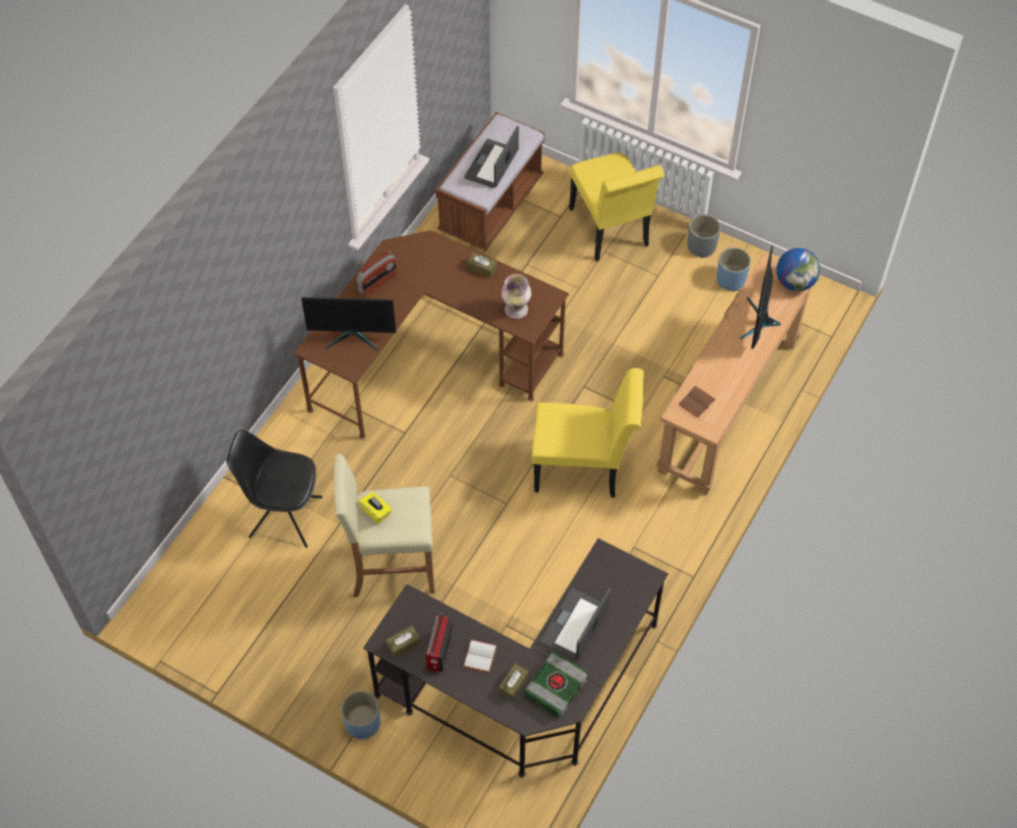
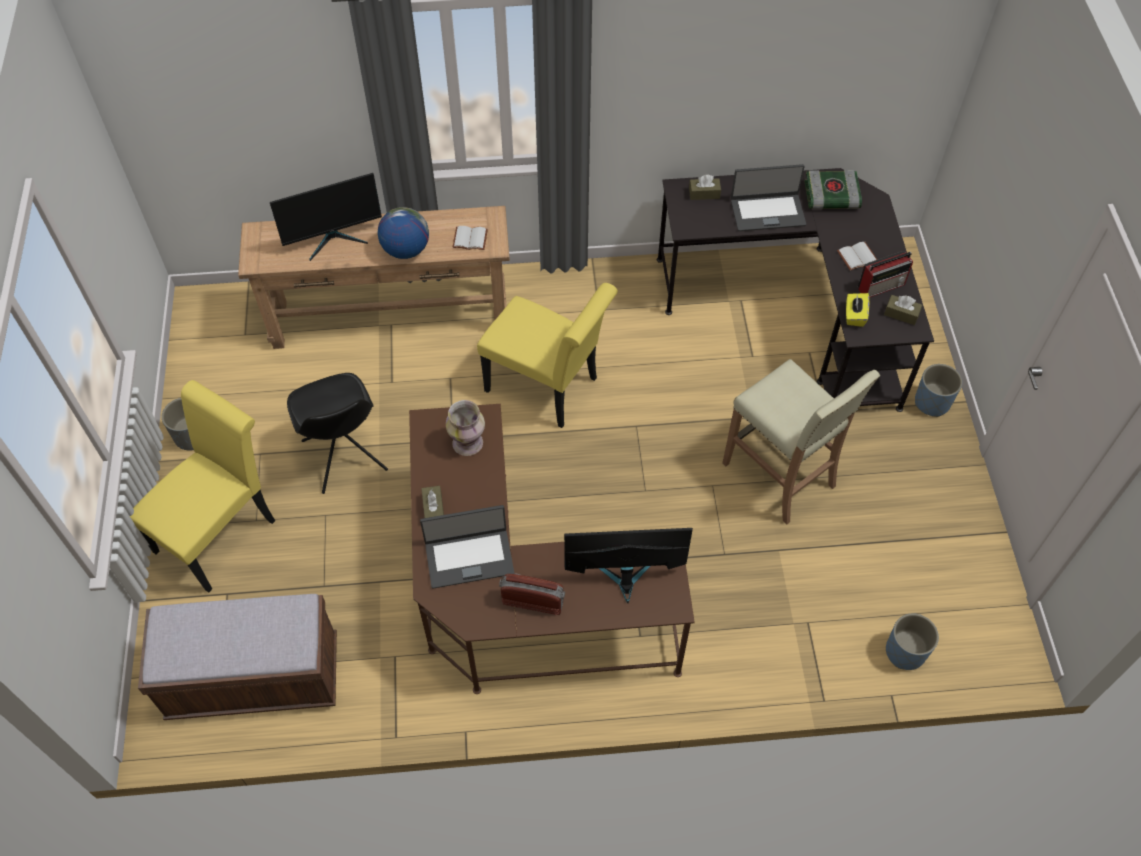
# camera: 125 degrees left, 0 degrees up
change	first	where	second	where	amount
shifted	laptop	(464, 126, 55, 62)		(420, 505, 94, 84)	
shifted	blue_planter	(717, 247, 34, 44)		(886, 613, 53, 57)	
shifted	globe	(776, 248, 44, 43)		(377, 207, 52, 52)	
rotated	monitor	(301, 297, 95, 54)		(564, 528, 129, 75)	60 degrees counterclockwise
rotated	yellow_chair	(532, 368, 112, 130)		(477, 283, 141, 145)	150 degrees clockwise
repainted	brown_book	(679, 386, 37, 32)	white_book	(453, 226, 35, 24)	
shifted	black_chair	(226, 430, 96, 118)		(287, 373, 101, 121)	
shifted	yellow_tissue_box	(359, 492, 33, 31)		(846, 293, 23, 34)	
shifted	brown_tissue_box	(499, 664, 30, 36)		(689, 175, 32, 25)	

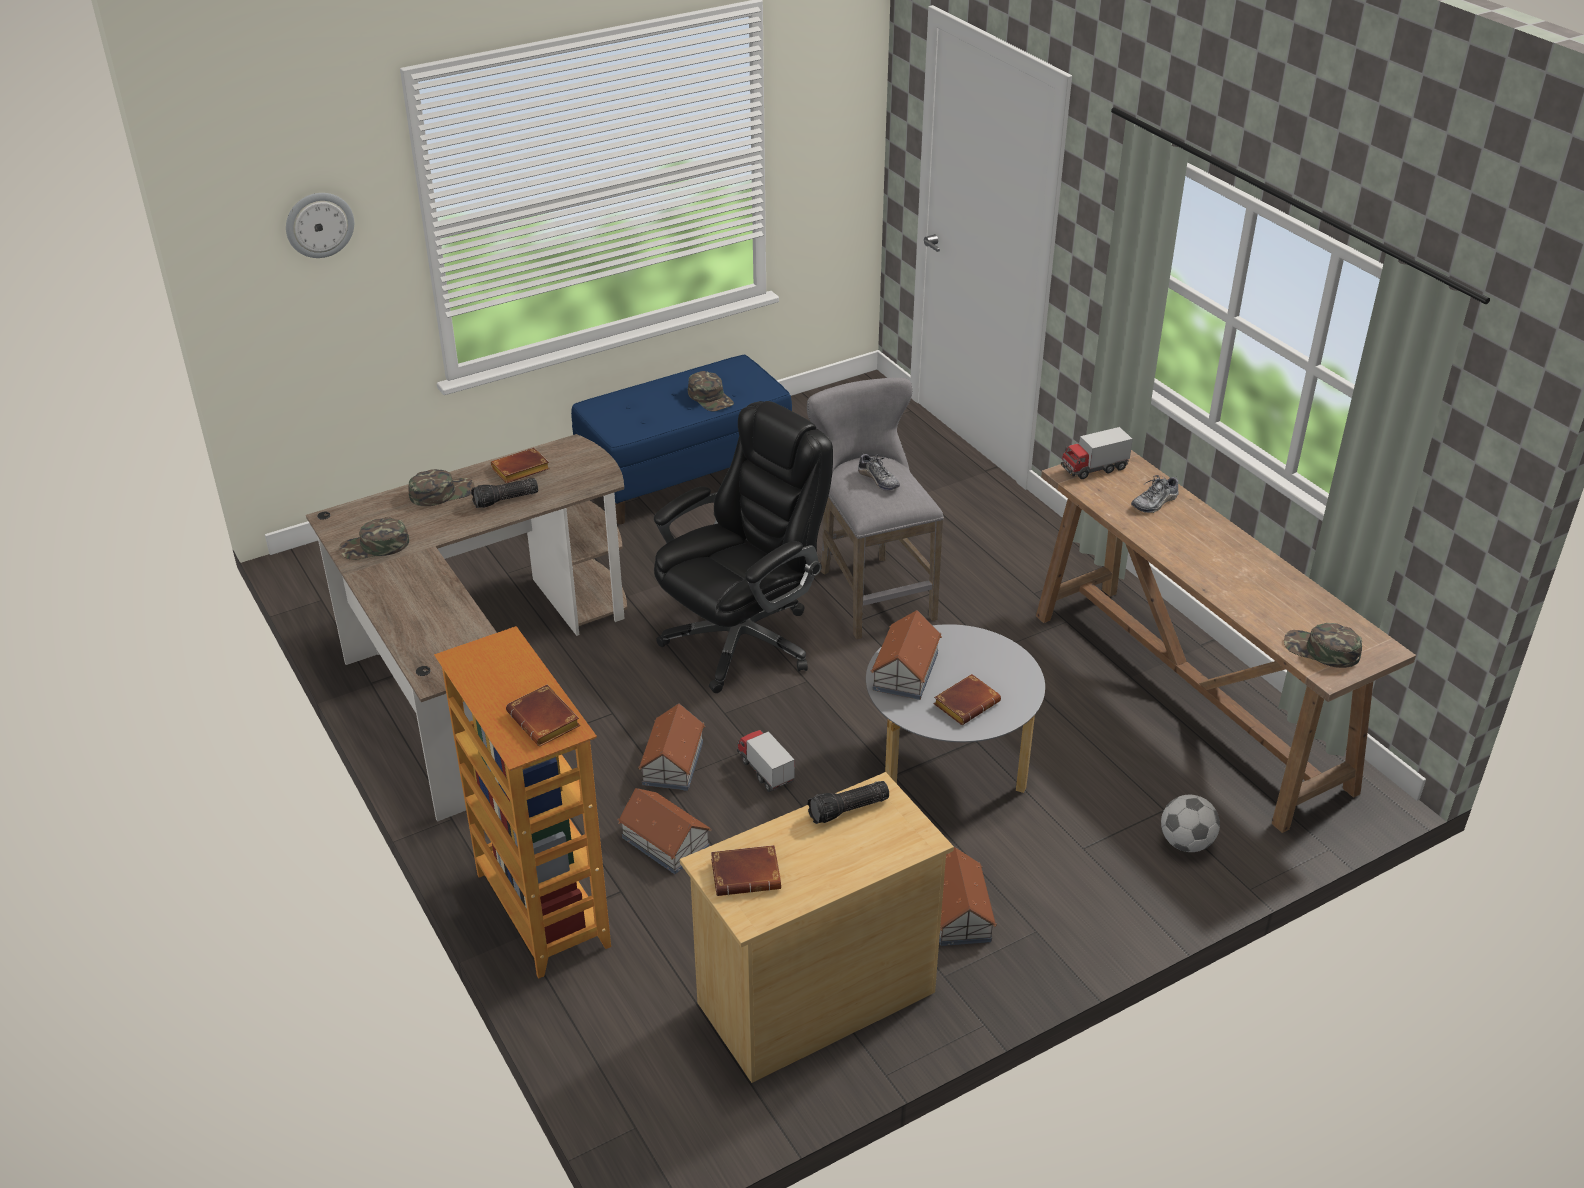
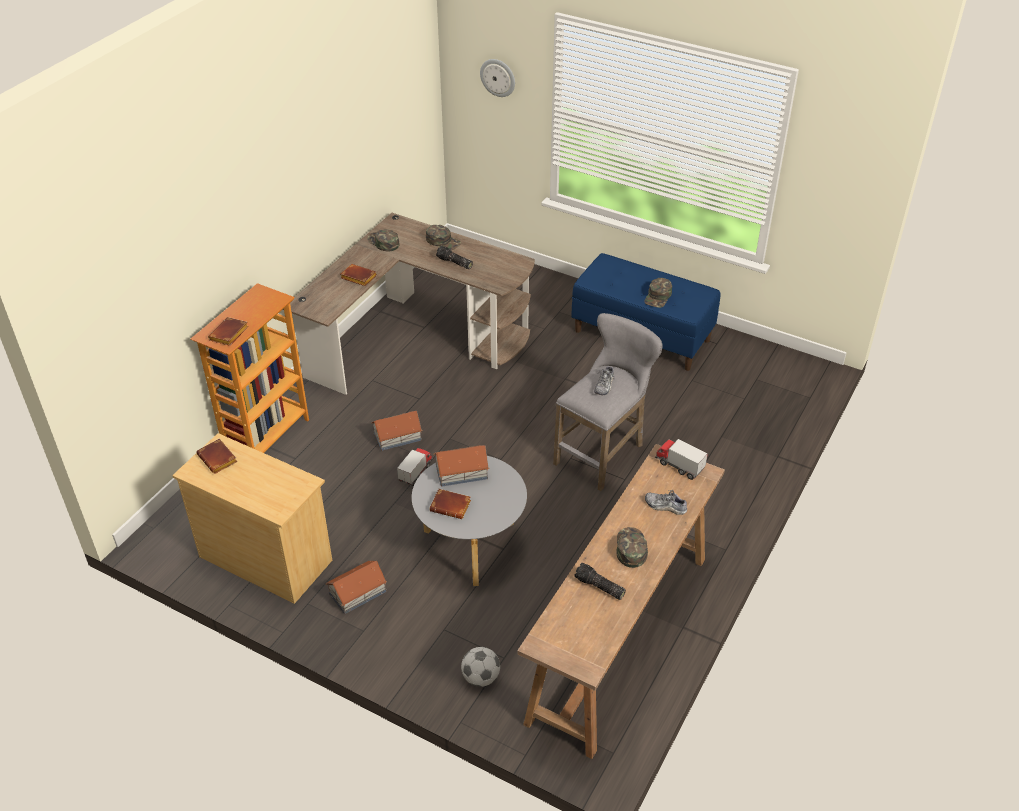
# camera: 60 degrees right, 5 degrees up
change	first	where	second	where	amount
gone	black_office_chair	(654, 401, 179, 292)			
shifted	brown_book	(491, 448, 59, 35)		(341, 264, 36, 22)	
shifted	green_cap	(1284, 623, 78, 45)		(616, 527, 32, 41)	
shifted	flashlight	(807, 781, 82, 43)		(574, 563, 52, 37)	
gone	toy_house	(617, 788, 94, 86)			

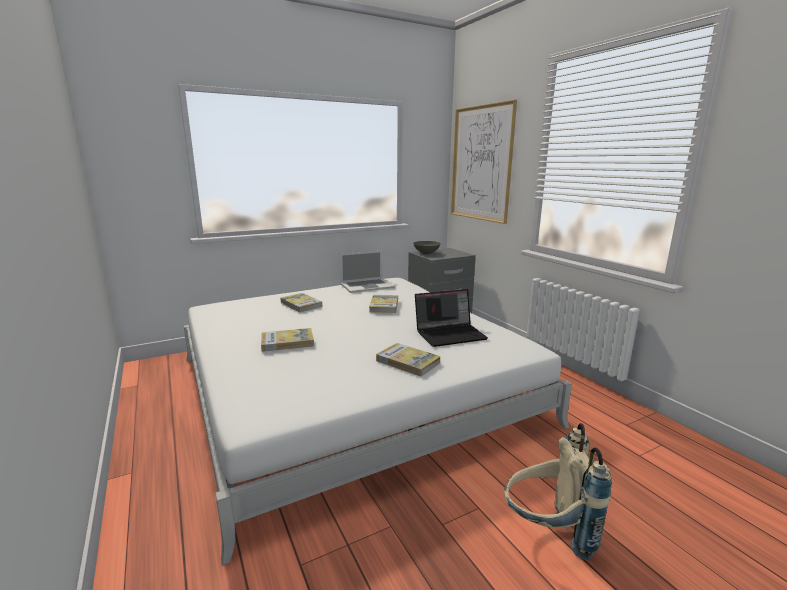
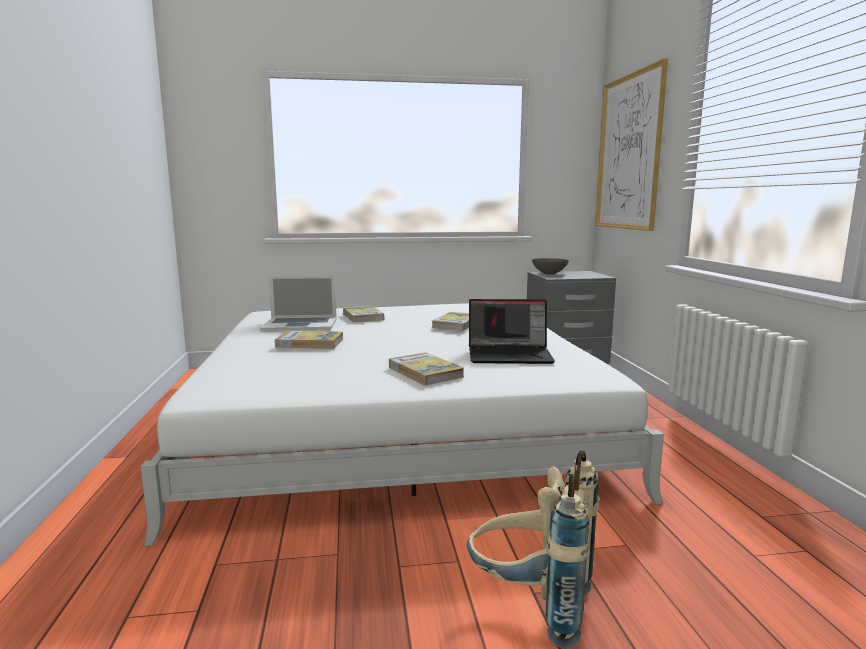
# camera: 20 degrees right, 5 degrees down
change	first	where	second	where	amount
shifted	laptop	(340, 251, 55, 42)		(260, 276, 77, 55)	

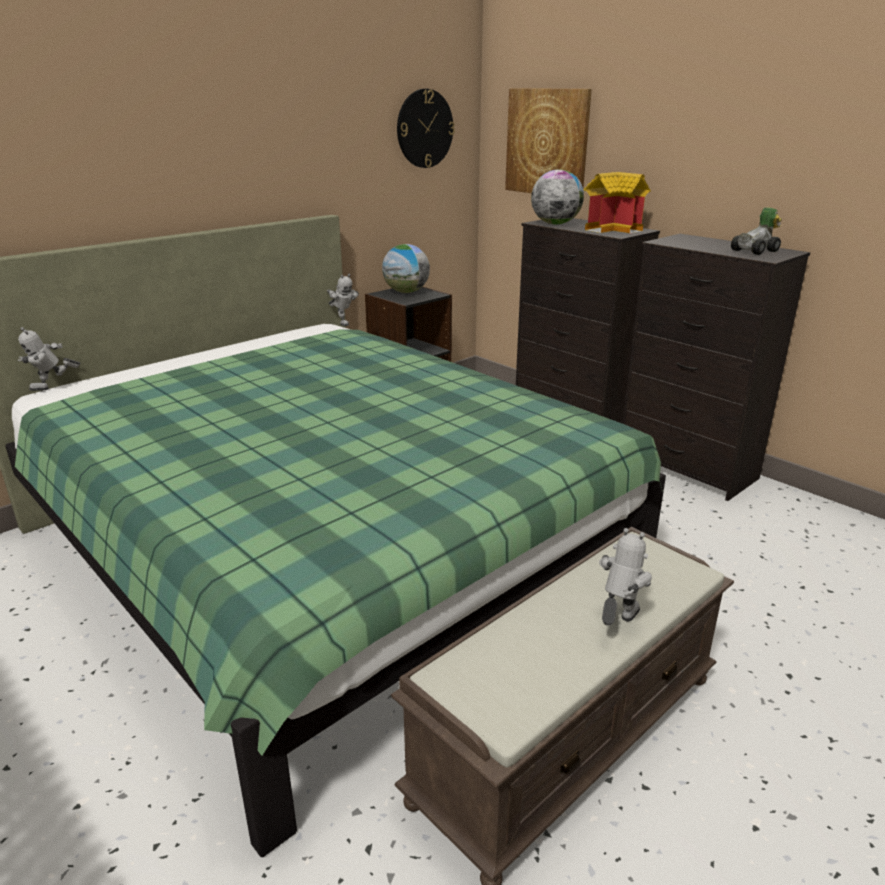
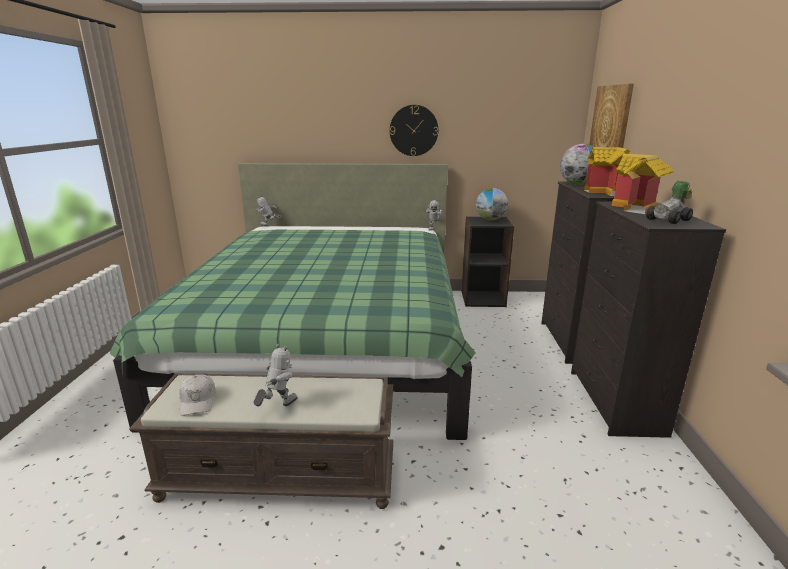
# camera: 45 degrees right, 5 degrees down
change	first	where	second	where	amount
shifted	wall_clock	(397, 89, 58, 79)		(390, 105, 48, 51)	
rotated	toy_car	(731, 207, 51, 48)		(646, 181, 47, 43)	45 degrees counterclockwise
rotated	toy_robot	(599, 528, 53, 98)		(253, 344, 45, 63)	45 degrees counterclockwise
new			toy_house	(612, 154, 62, 60)	
new			white_cap	(179, 374, 37, 42)	

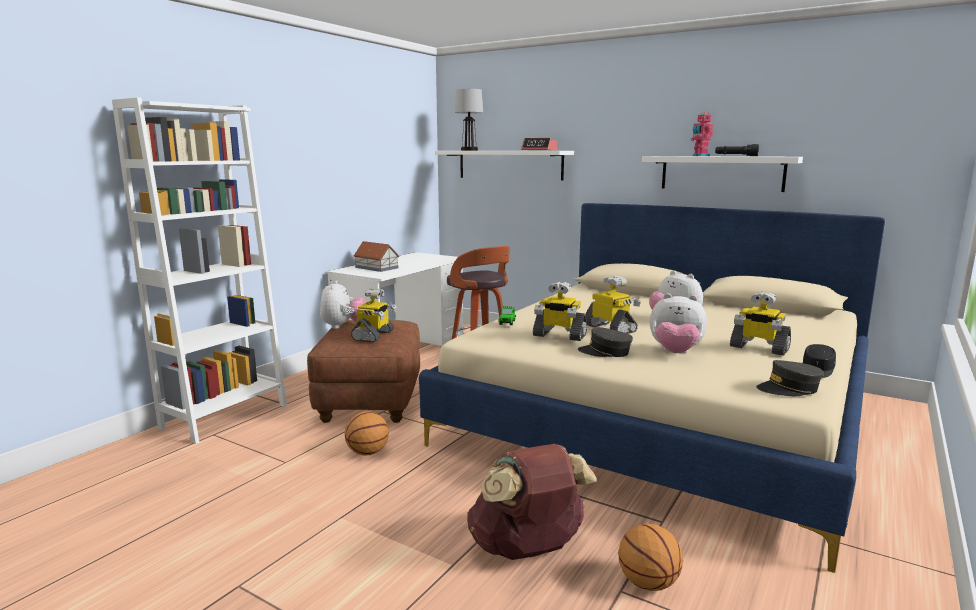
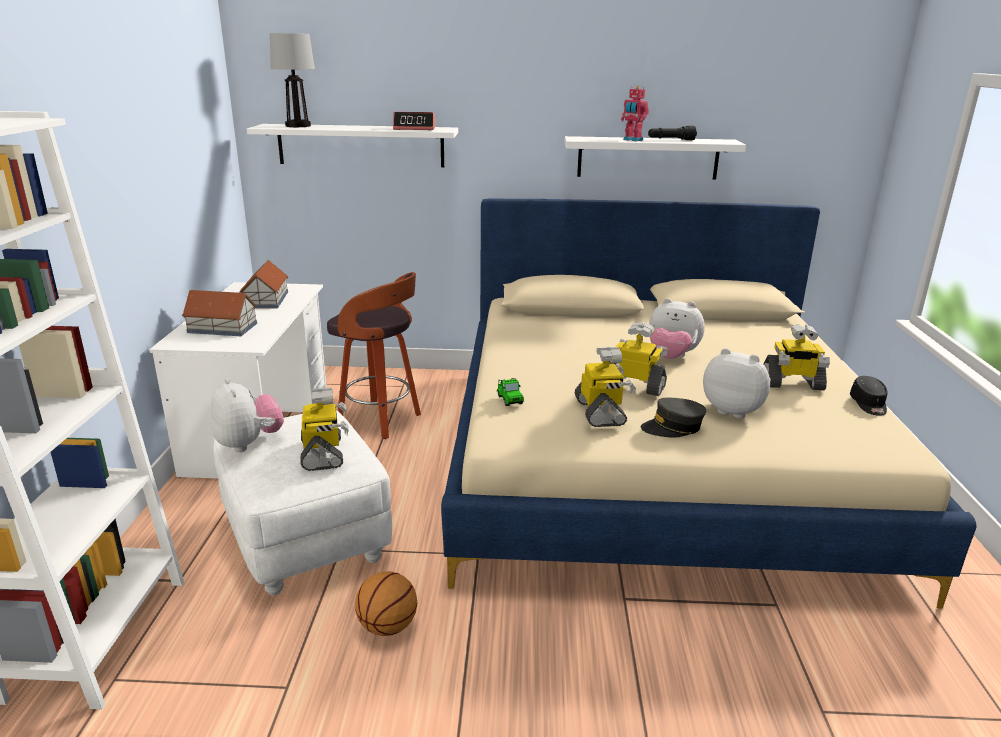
# camera: 30 degrees left, 10 degrees up
change	first	where	second	where	amount
rotated	toy_robot	(533, 281, 54, 60)		(575, 347, 61, 80)	90 degrees counterclockwise
rotated	plush_toy	(650, 293, 57, 60)		(703, 348, 68, 71)	135 degrees counterclockwise
repainted	brown_ottoman	(307, 320, 113, 103)	white_ottoman	(213, 410, 179, 186)	
gone	grey_cap	(756, 360, 68, 36)			
gone	brown_backpack	(467, 444, 130, 116)			
gone	basketball	(618, 524, 65, 67)			
new			toy_house	(239, 260, 50, 49)	

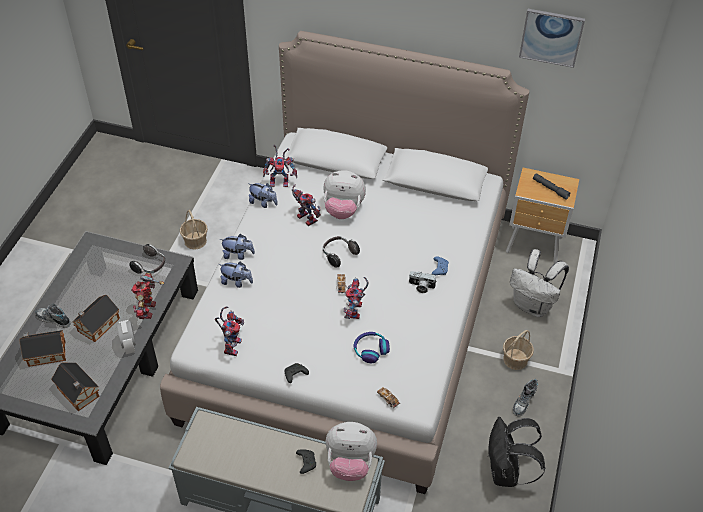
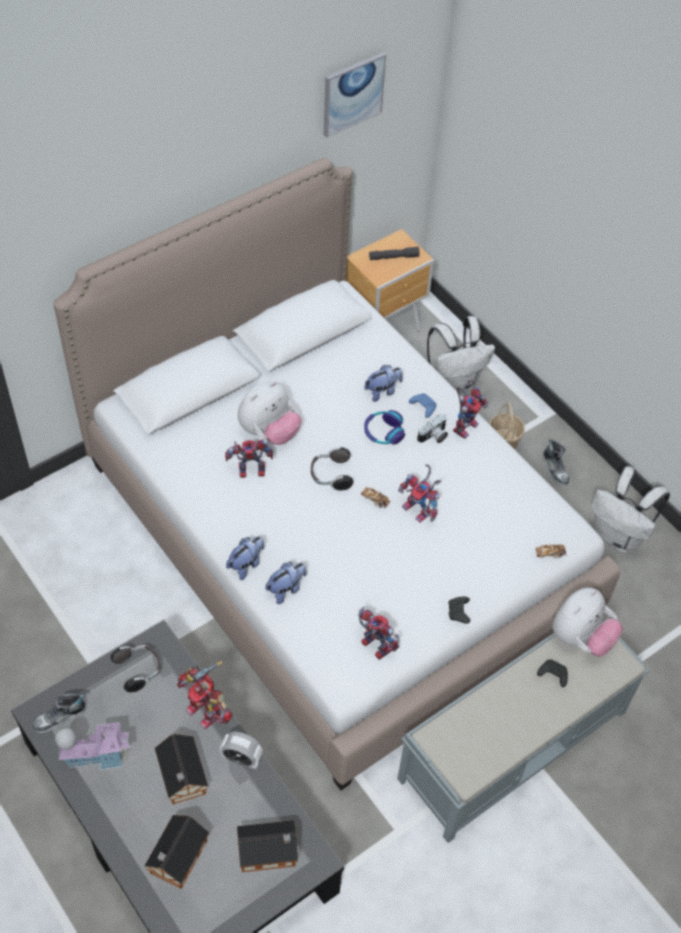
# camera: 55 degrees left, 5 degrees up
change	first	where	second	where	amount
shifted	toy_robot	(263, 145, 34, 42)		(453, 379, 35, 60)	
shifted	plush_toy	(248, 183, 30, 25)		(364, 365, 39, 37)	
gone	basket	(180, 210, 28, 40)			
shifted	shoe	(35, 304, 35, 24)		(32, 694, 54, 39)	
shifted	headphones	(354, 332, 36, 31)		(364, 410, 41, 35)	
repainted	black_backpack	(489, 417, 56, 70)	white_backpack	(591, 466, 79, 87)	
new			toy_house	(55, 722, 75, 48)	

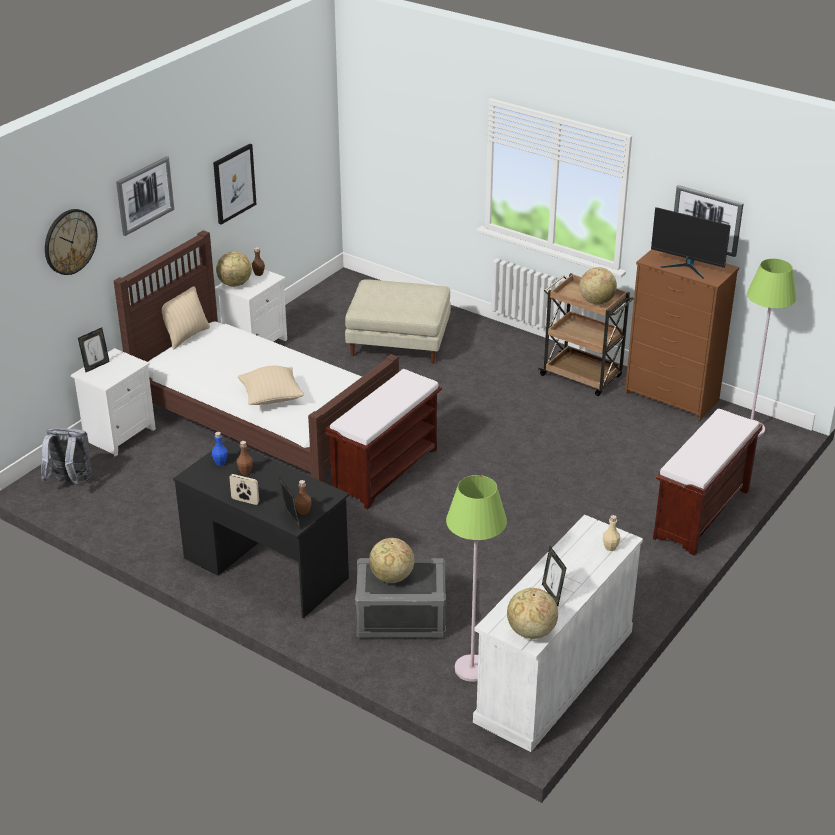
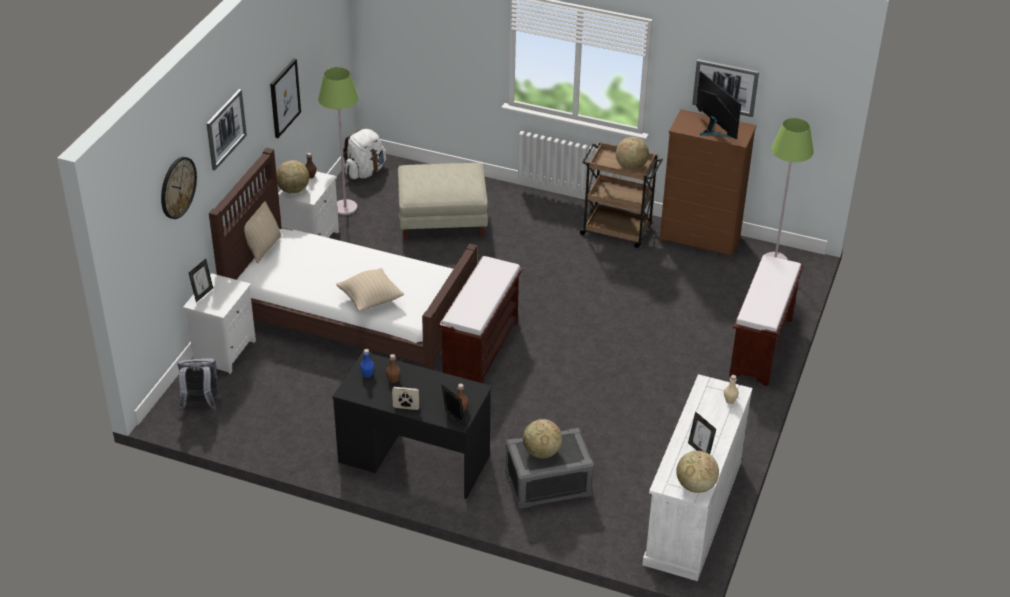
# camera: 15 degrees left, 5 degrees up
change	first	where	second	where	amount
rotated	monitor	(651, 207, 80, 72)		(696, 71, 45, 68)	135 degrees counterclockwise
shifted	green_floor_lamp	(446, 475, 61, 207)		(318, 67, 41, 148)	
new			white_backpack	(343, 129, 43, 50)	

